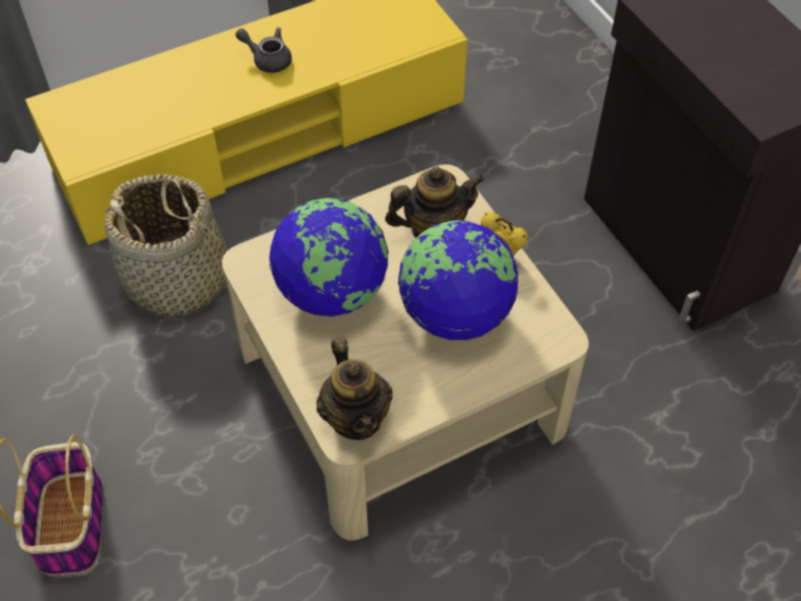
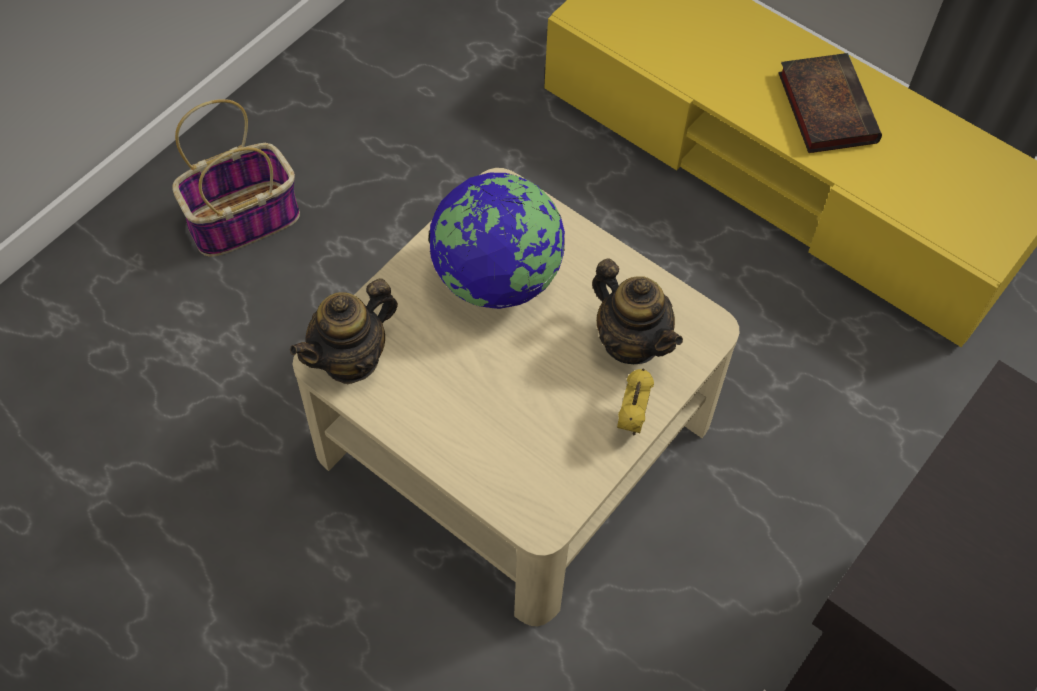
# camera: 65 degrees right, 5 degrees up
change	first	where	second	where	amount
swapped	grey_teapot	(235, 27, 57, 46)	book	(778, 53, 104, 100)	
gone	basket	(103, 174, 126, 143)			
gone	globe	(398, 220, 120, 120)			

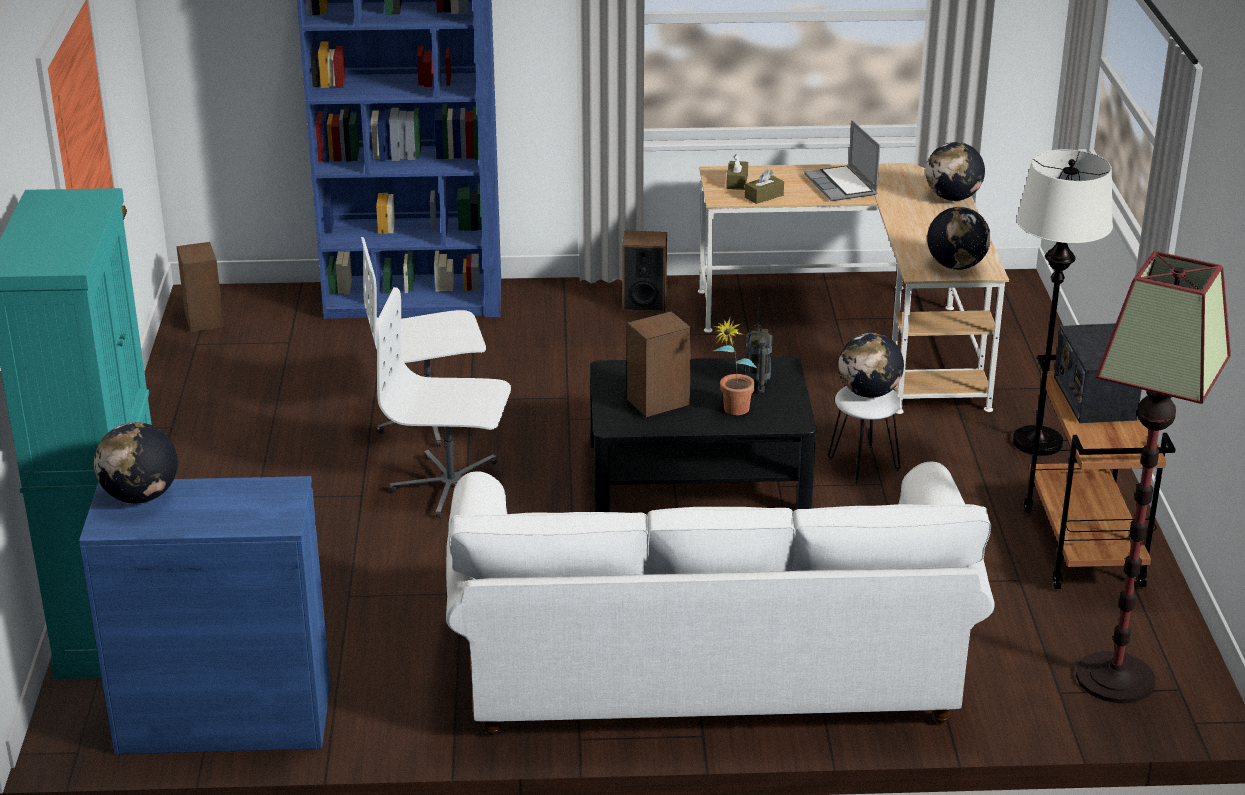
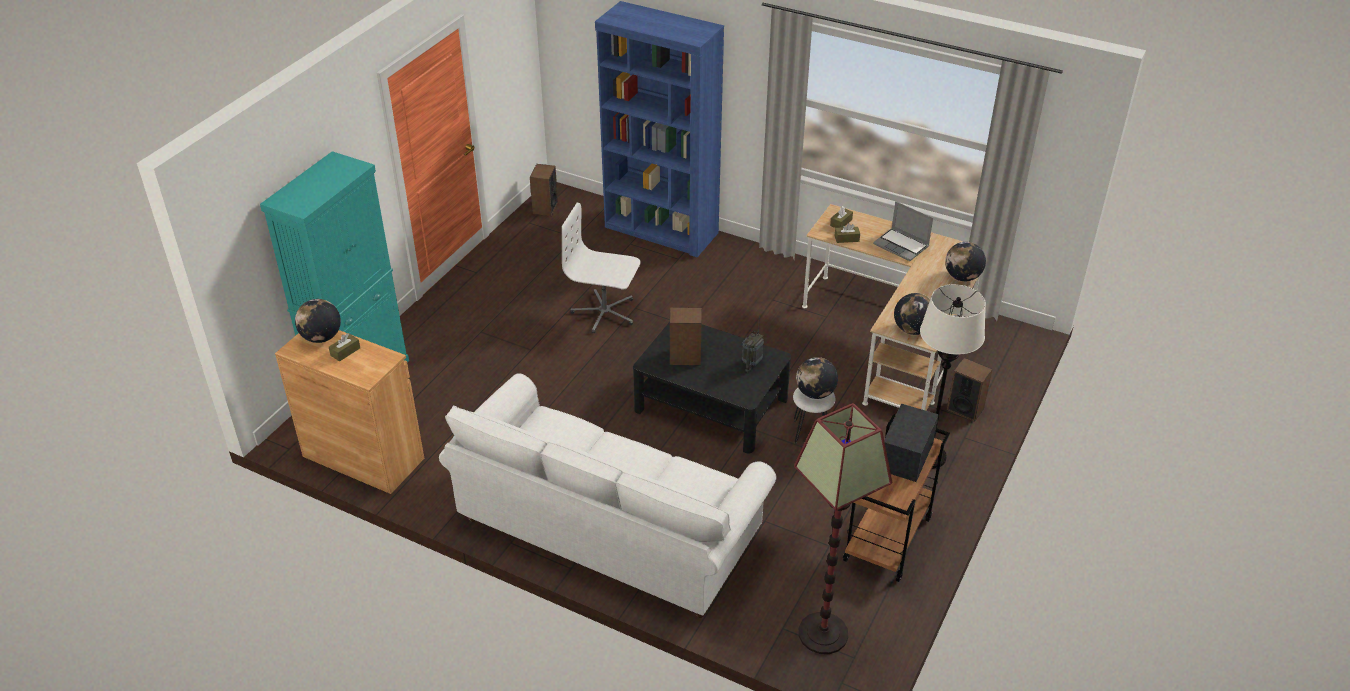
# camera: 30 degrees right, 10 degrees up
change	first	where	second	where	amount
rotated	laptop	(804, 120, 76, 81)		(873, 201, 60, 60)	60 degrees counterclockwise
shifted	speaker	(622, 231, 45, 82)		(947, 358, 46, 64)	
gone	white_office_chair	(376, 287, 135, 232)			
gone	potted_plant	(713, 316, 44, 99)			
repainted	blue_cabinet	(79, 476, 251, 278)	brown_cabinet	(275, 330, 149, 164)	
new			brown_tissue_box	(329, 333, 31, 28)	

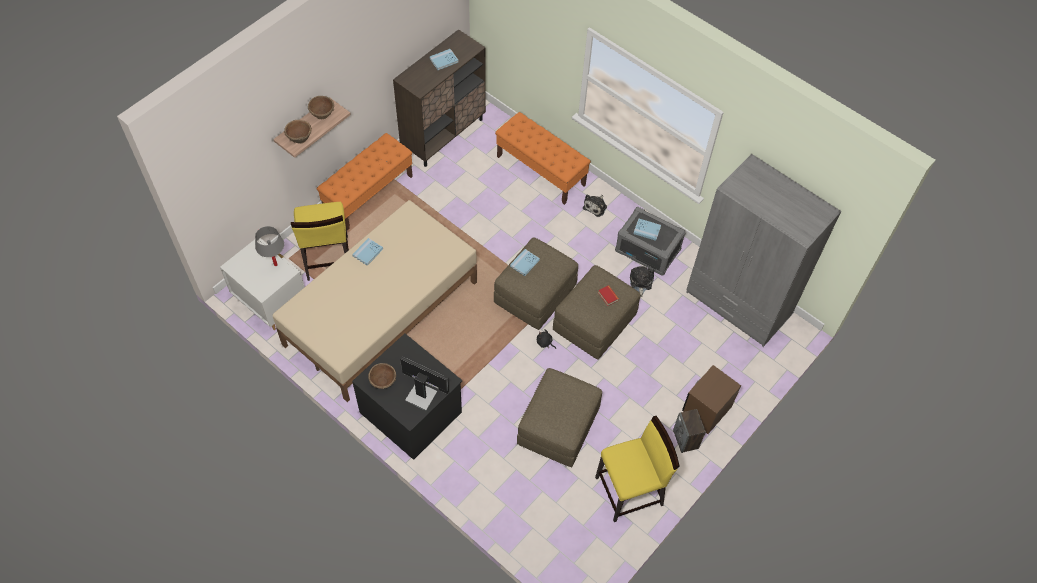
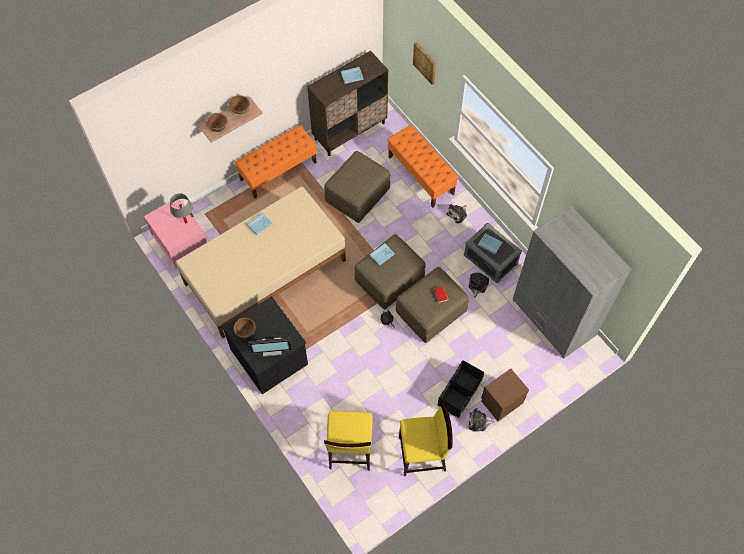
# camera: 15 degrees right, 5 degrees up
change	first	where	second	where	amount
shifted	yellow_chair	(291, 202, 58, 79)		(324, 411, 49, 60)	
repainted	white_nightstand	(220, 238, 84, 92)	pink_nightstand	(144, 199, 63, 69)	
rotated	monitor	(400, 356, 49, 55)		(248, 335, 44, 22)	135 degrees clockwise
shifted	brown_ottoman	(517, 368, 85, 99)		(324, 151, 66, 72)	
swapped	speaker	(673, 409, 33, 44)	plush_toy	(469, 408, 25, 24)	
new			picture	(413, 42, 23, 43)	
new			black_storage_box	(438, 360, 46, 58)	

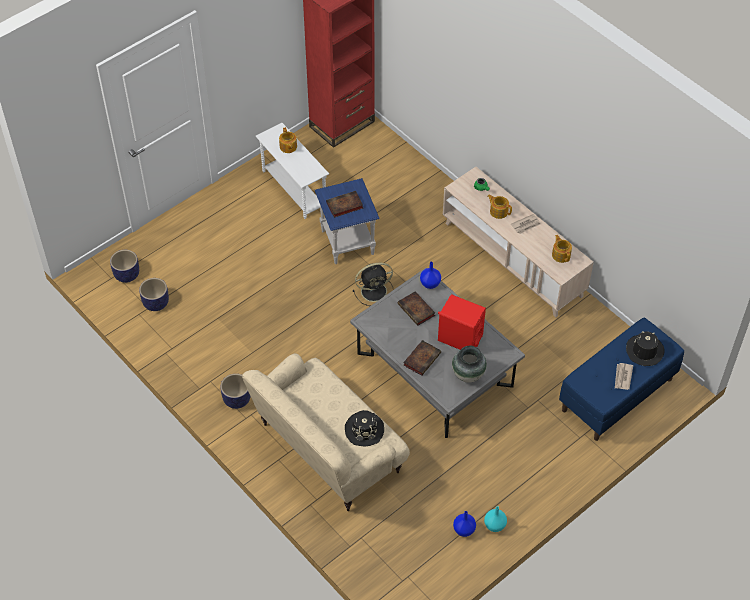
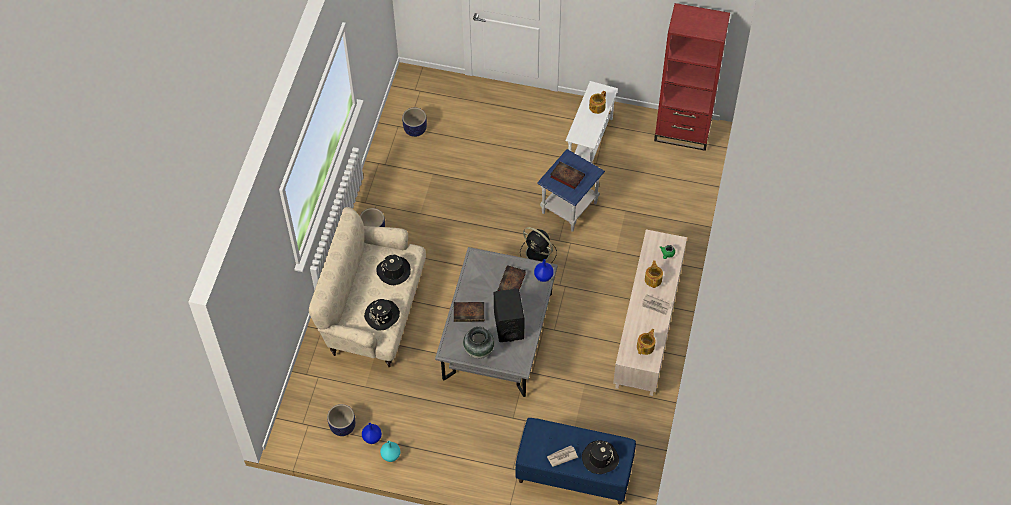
# camera: 55 degrees right, 5 degrees up
change	first	where	second	where	amount
shifted	planter	(110, 250, 29, 33)		(327, 404, 28, 32)	
repainted	red_speaker	(438, 294, 48, 56)	black_speaker	(494, 289, 30, 53)	
new			black_hat	(376, 254, 35, 31)	

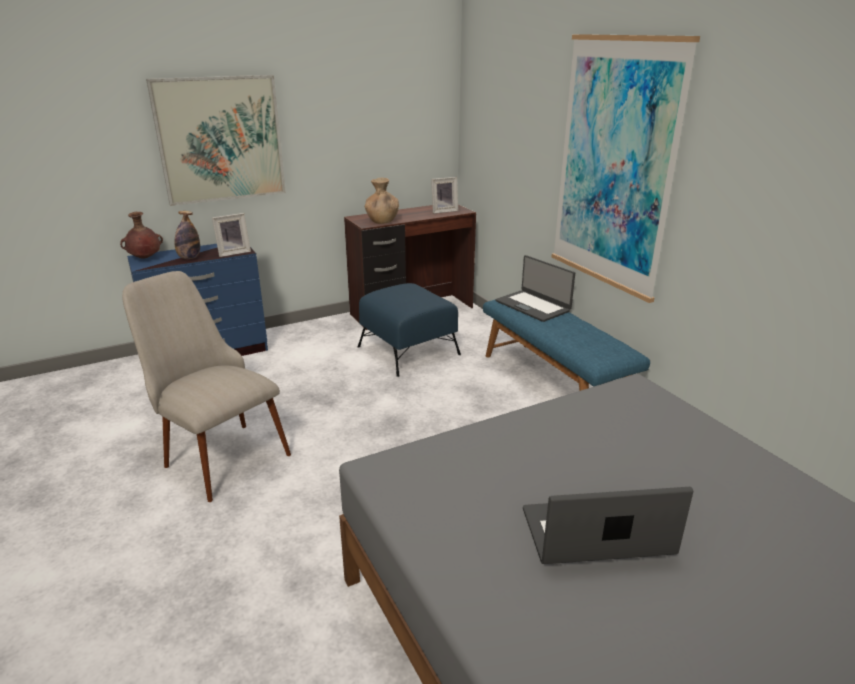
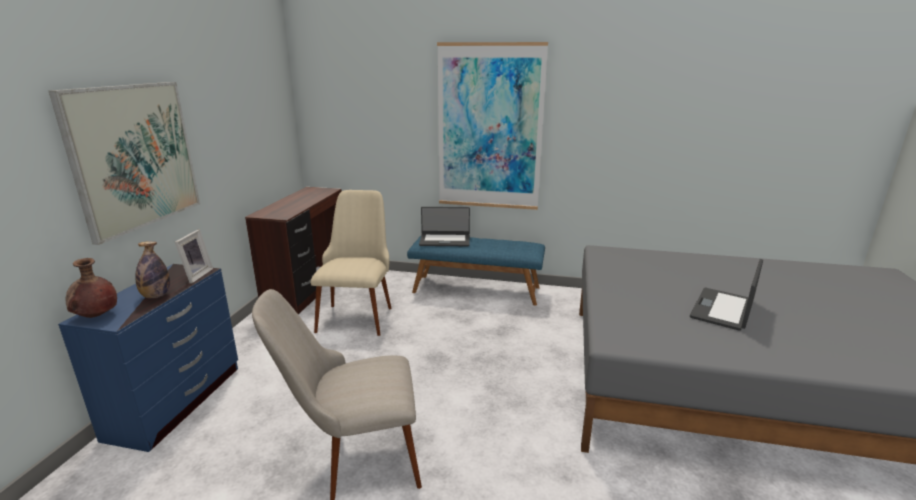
# camera: 50 degrees left, 5 degrees down
change	first	where	second	where	amount
gone	picture_frame	(431, 177, 27, 37)			
gone	brown_vase	(365, 178, 34, 46)			
swapped	blue_ottoman	(358, 283, 103, 94)	beige_chair	(311, 190, 81, 146)	

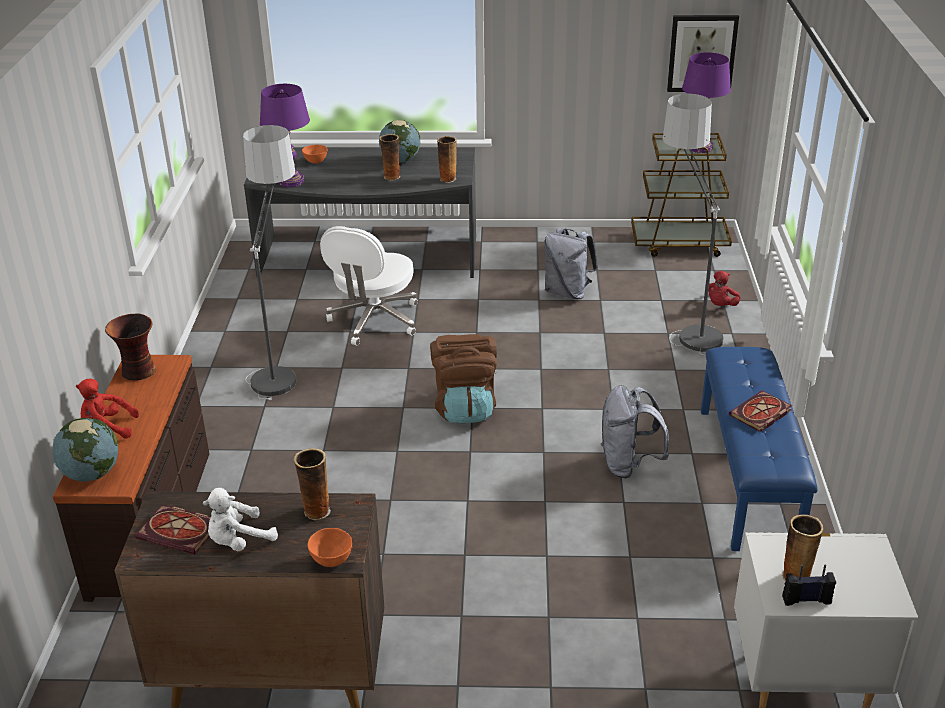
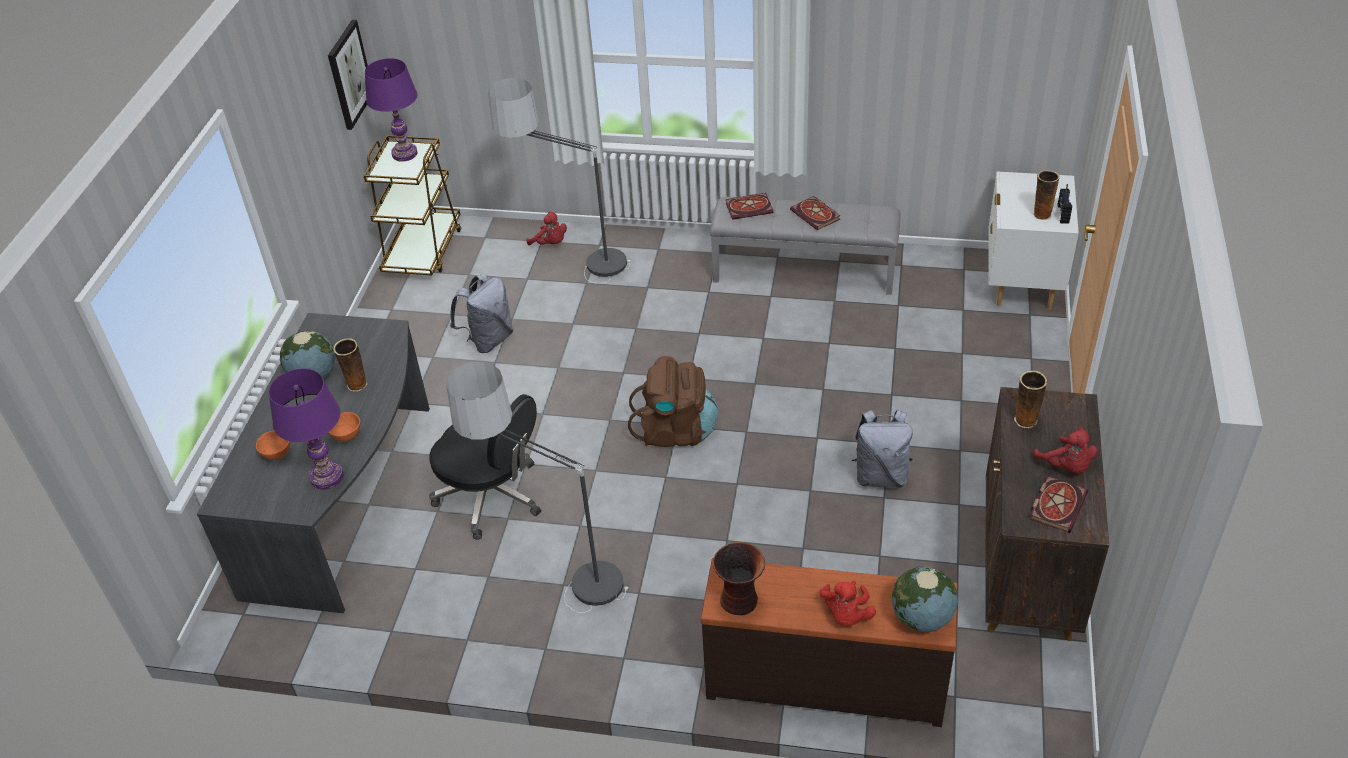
# camera: 80 degrees left, 10 degrees up
change	first	where	second	where	amount
gone	vase	(437, 136, 20, 47)			
repainted	white_office_chair	(320, 226, 98, 120)	black_office_chair	(429, 394, 112, 146)	
repainted	blue_bench	(701, 347, 116, 204)	grey_bench	(710, 197, 190, 98)	
shifted	grey_backpack	(601, 385, 68, 93)		(852, 410, 61, 77)	
repainted	white_plush_toy	(202, 488, 76, 63)	red_plush_toy	(1033, 427, 65, 46)	
shifted	orange_bowl	(308, 528, 44, 39)		(328, 412, 32, 30)	
new			book	(726, 193, 47, 27)	

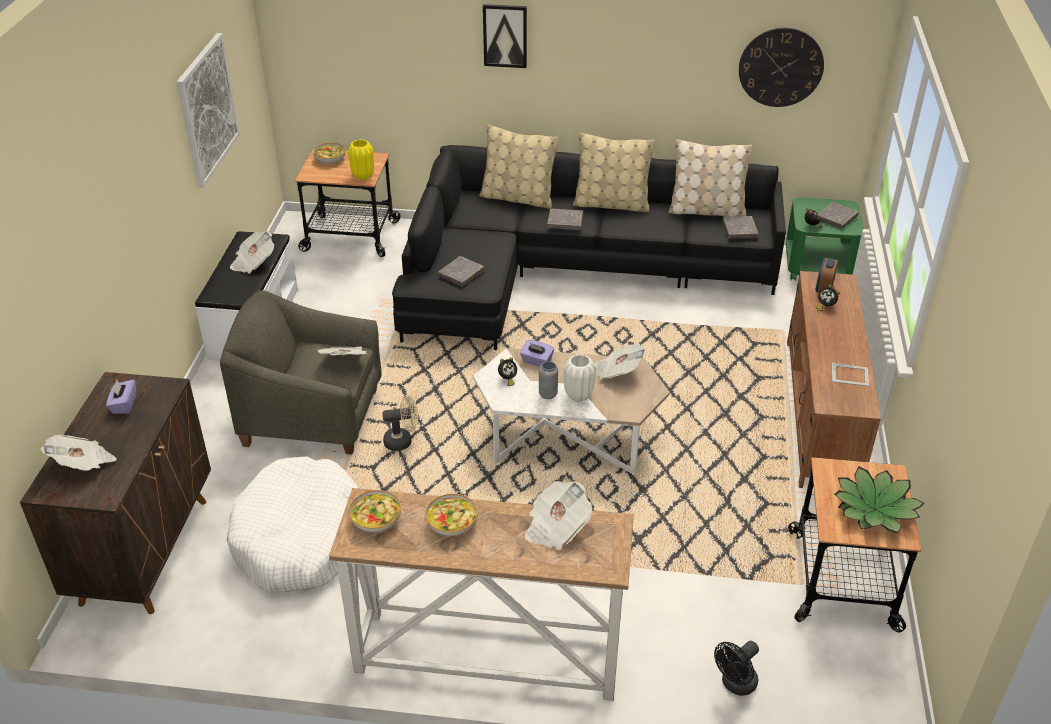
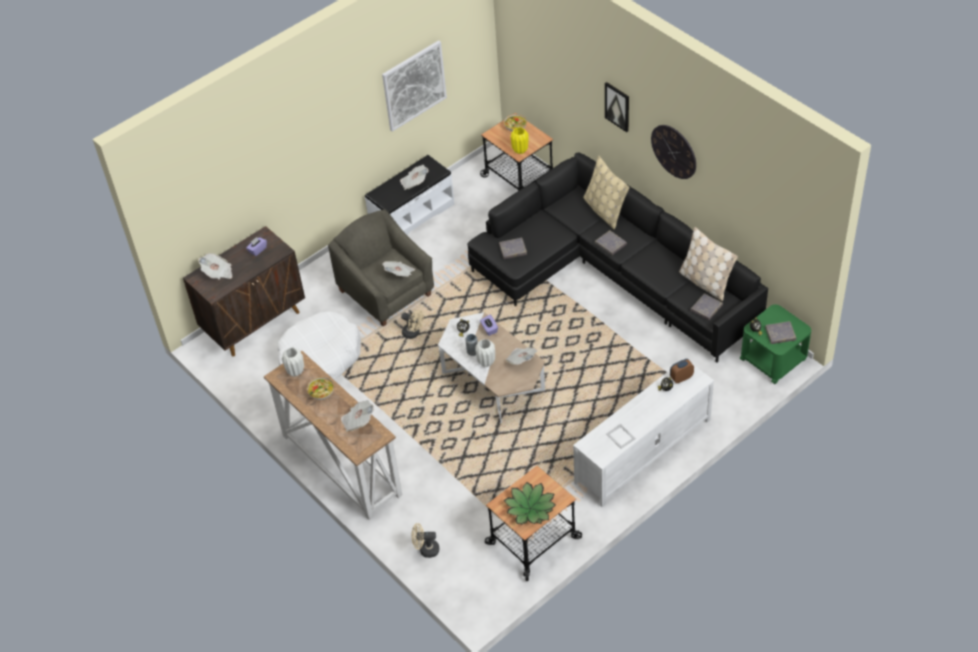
# camera: 45 degrees right, 10 degrees up
change	first	where	second	where	amount
shifted	wall_clock	(739, 28, 85, 79)		(651, 125, 45, 54)	
gone	beige_pillow	(573, 133, 82, 79)			
repainted	brown_tv_stand	(787, 271, 94, 217)	white_tv_stand	(573, 358, 141, 149)	
swapped	bowl	(349, 490, 52, 43)	white_vase	(282, 347, 22, 30)	
repainted	black_fan	(714, 641, 45, 55)	beige_fan	(411, 523, 28, 35)	

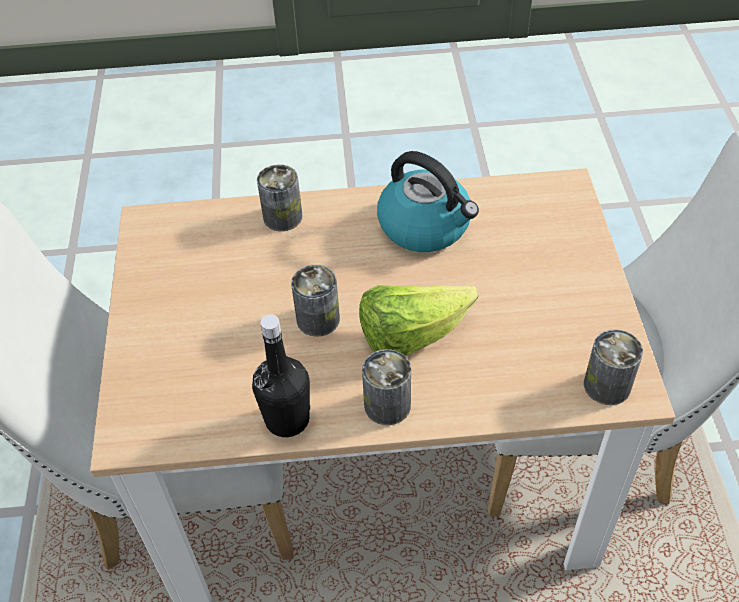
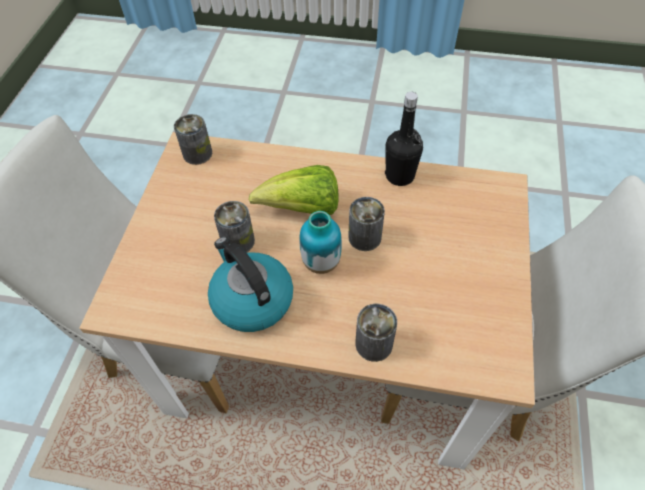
# camera: 165 degrees left, 5 degrees up
change	first	where	second	where	amount
shifted	can	(362, 349, 49, 76)		(214, 201, 41, 52)	
new			vase	(299, 211, 43, 63)	

